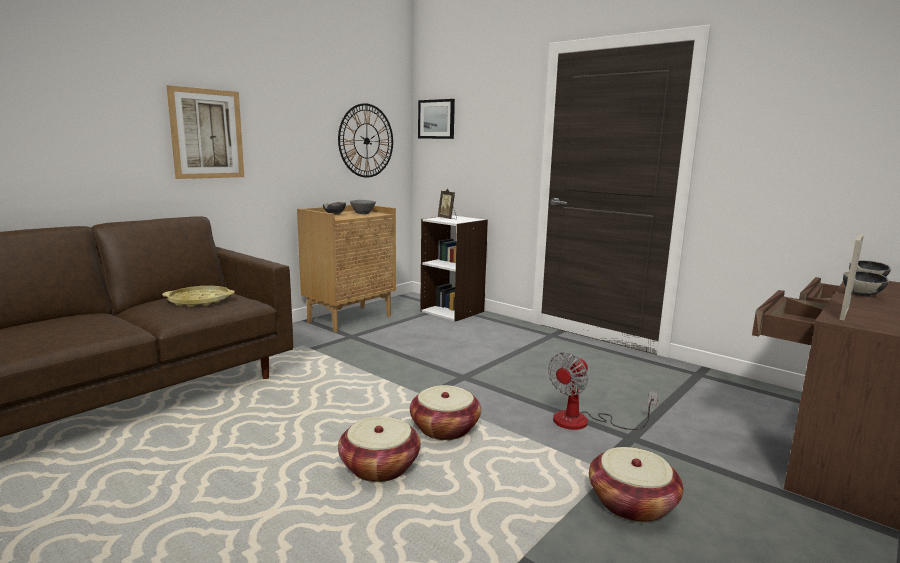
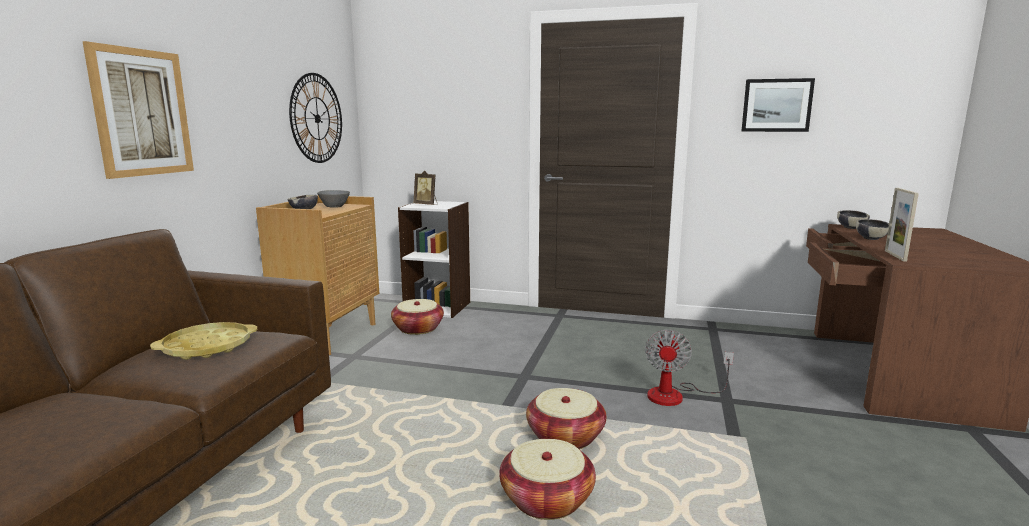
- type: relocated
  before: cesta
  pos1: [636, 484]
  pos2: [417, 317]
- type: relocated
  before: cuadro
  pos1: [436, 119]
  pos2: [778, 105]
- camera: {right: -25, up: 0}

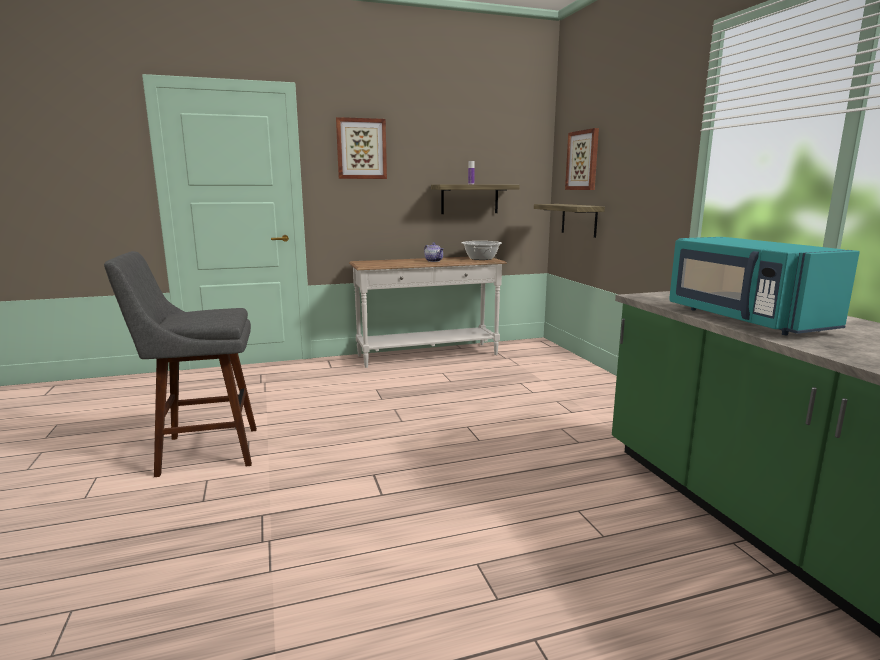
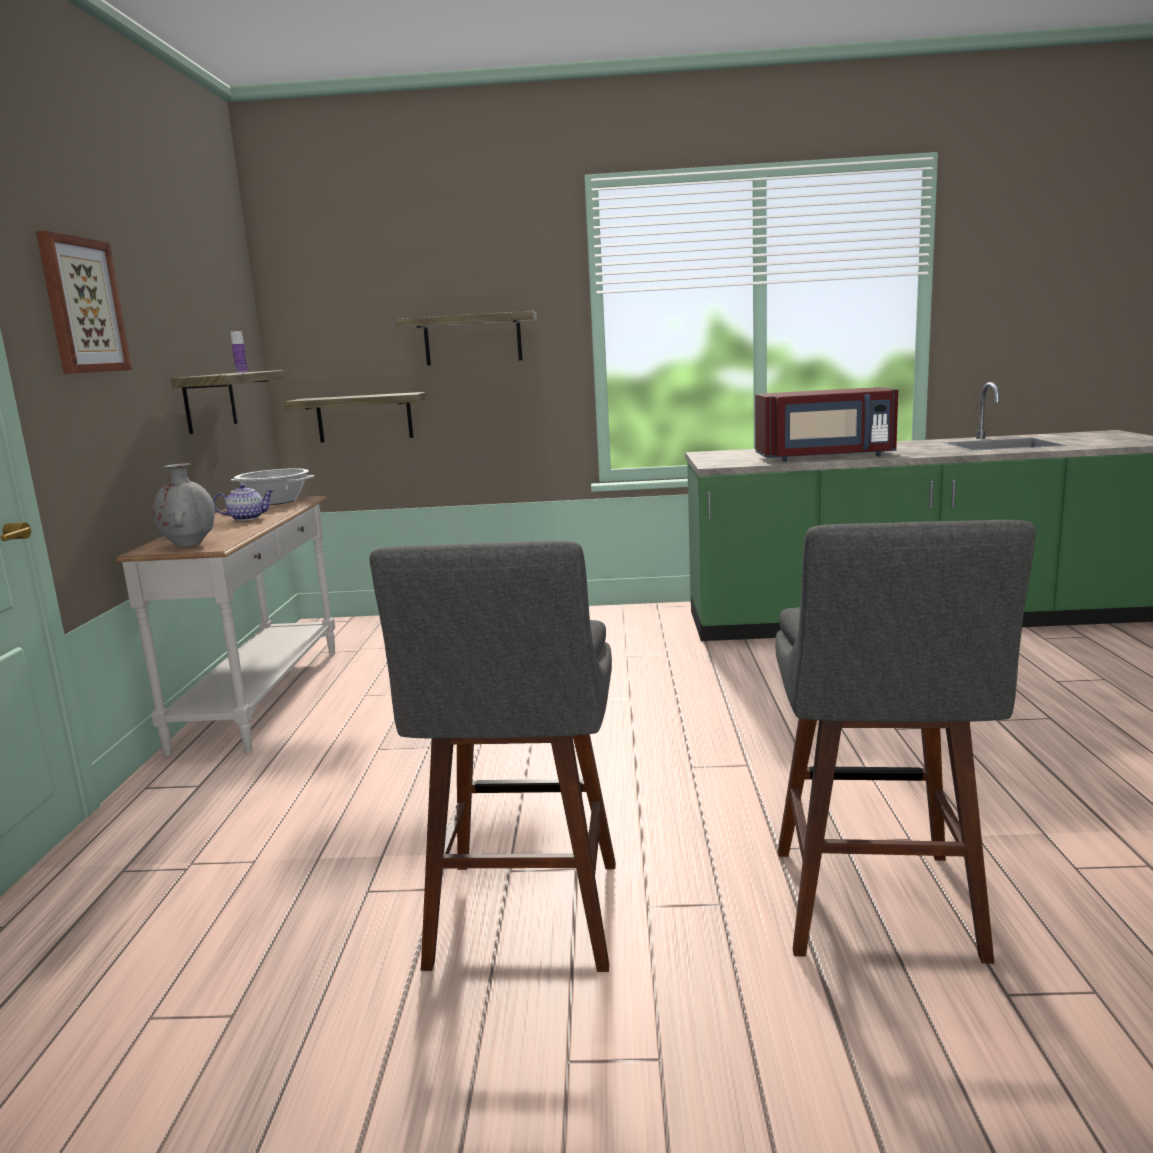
- type: appeared
  after: florero [gris]
  pos2: [183, 505]
- type: appeared
  after: estante
  pos2: [466, 338]
- type: colour
  before: microondas [turquesa]
  after: microondas [rojo]
  pos1: [764, 286]
  pos2: [826, 424]
- type: appeared
  after: taburete [gris]
  pos2: [905, 742]
- type: missing
  before: cuadro
  pos1: [582, 159]
- camera: {right: -70, up: 0}

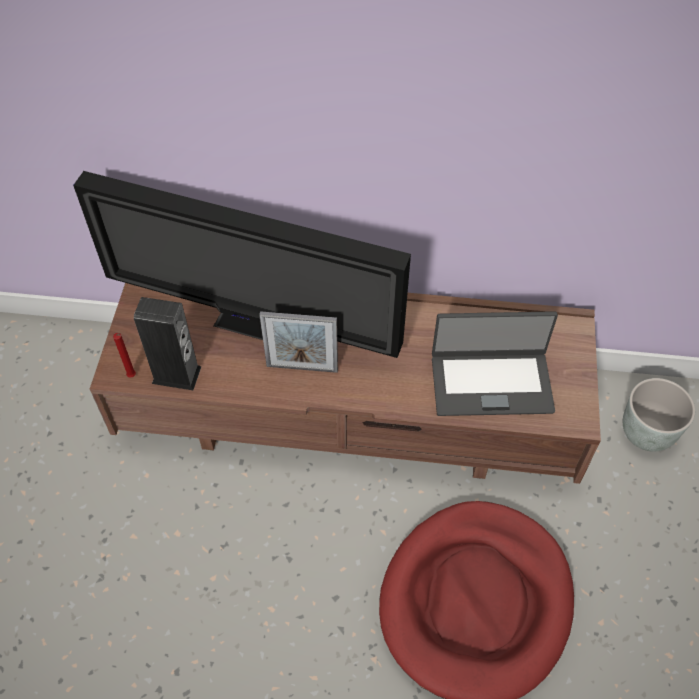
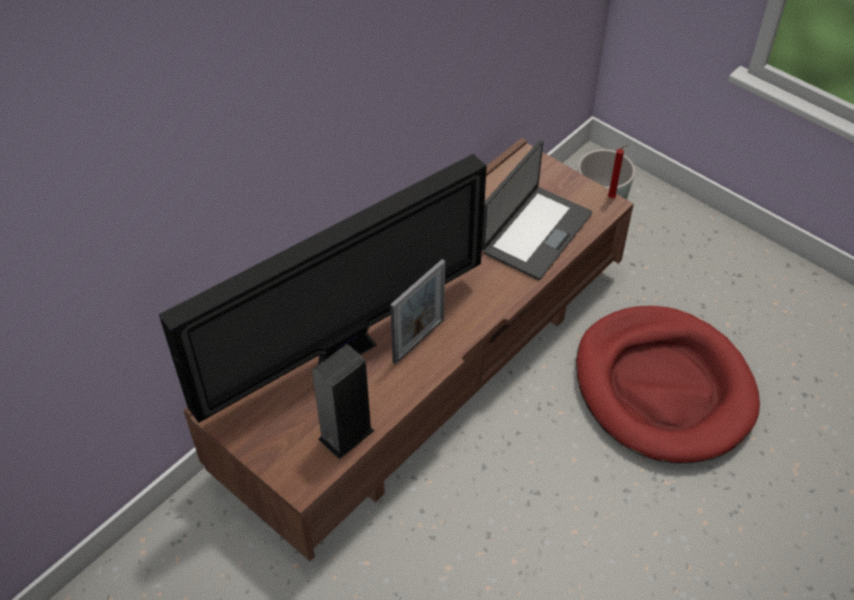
- type: relocated
  before: vela [rojo]
  pos1: [124, 355]
  pos2: [618, 171]
- camera: {right: -55, up: -5}

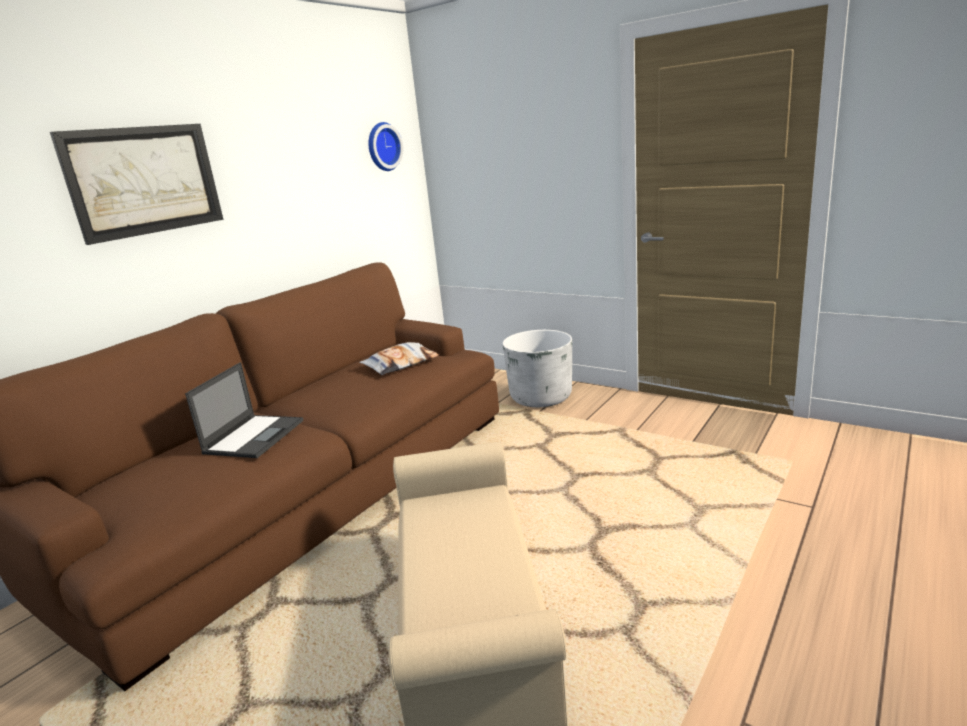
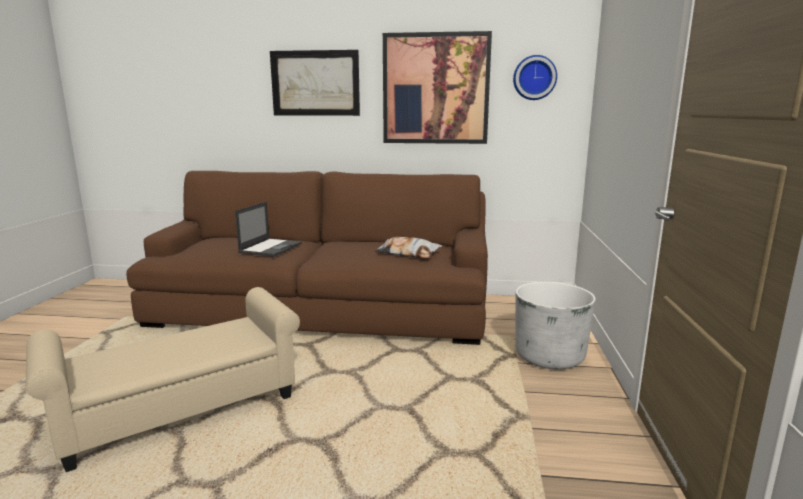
- type: spun
  before: portátil
  pos1: [244, 410]
  pos2: [268, 229]
  turn: -60
- type: appeared
  after: cuadro
  pos2: [437, 87]
- camera: {right: 60, up: -5}

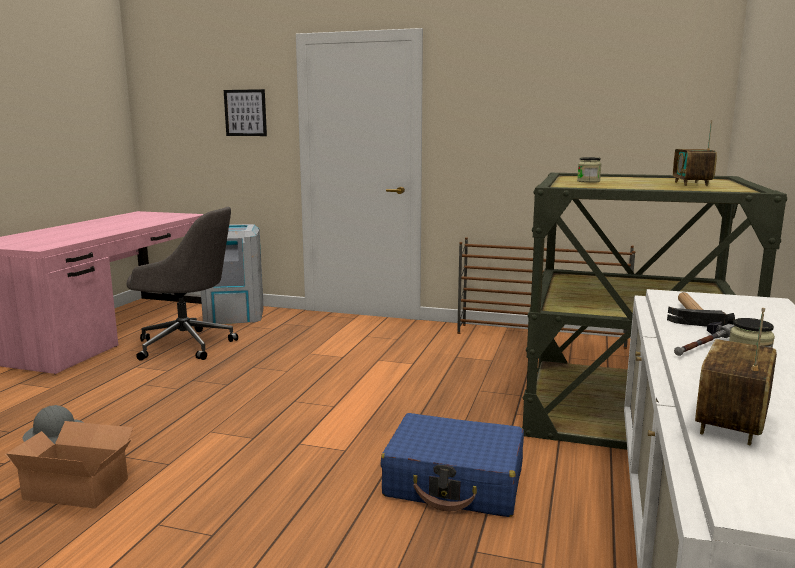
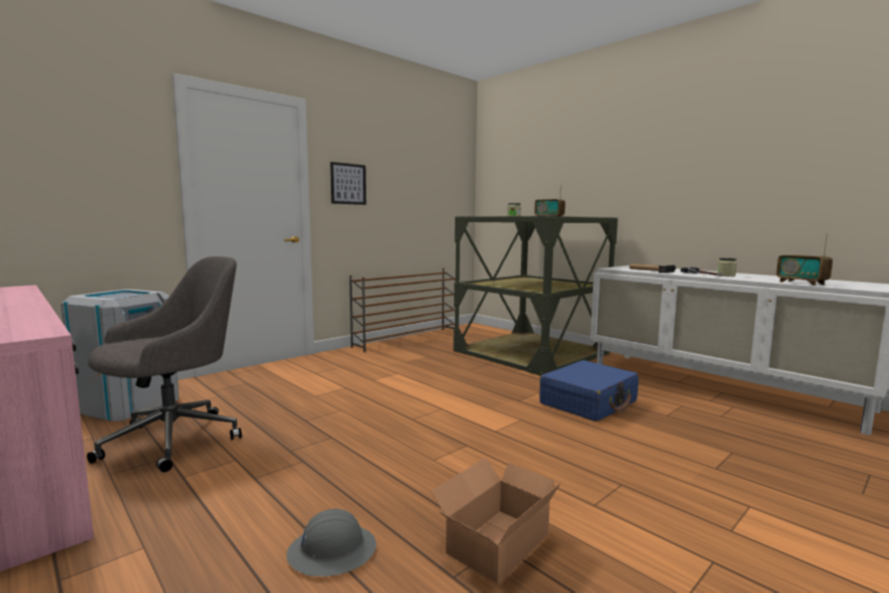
- type: relocated
  before: cuadro
  pos1: [245, 112]
  pos2: [348, 183]
- camera: {right: -60, up: -5}

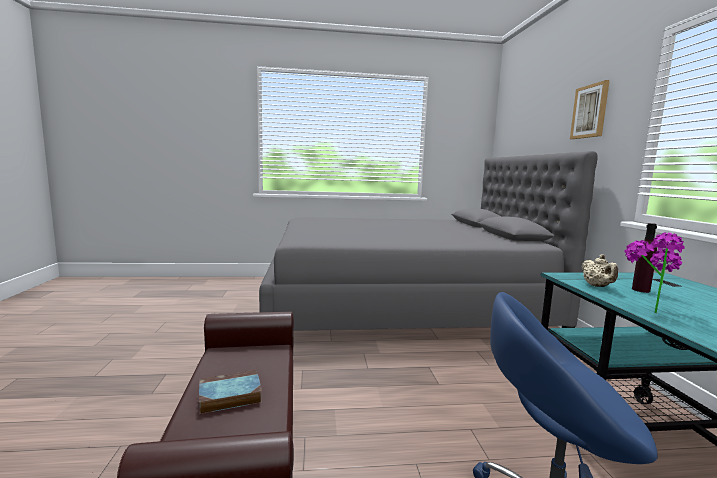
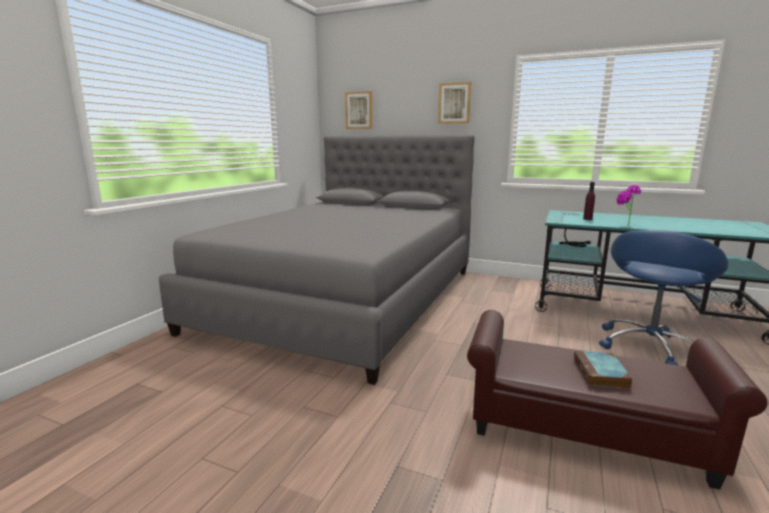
- type: appeared
  after: cuadro
  pos2: [358, 110]
- type: missing
  before: tetera [beis]
  pos1: [600, 270]
- camera: {right: -60, up: 5}

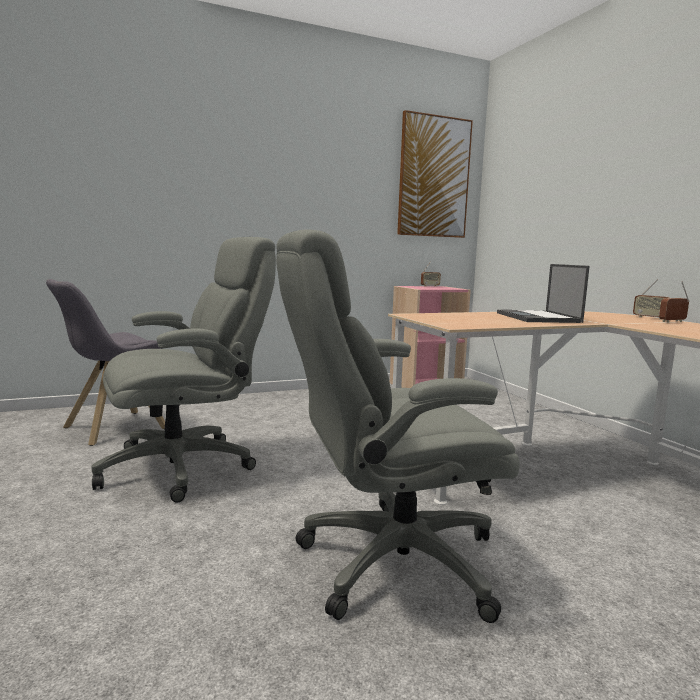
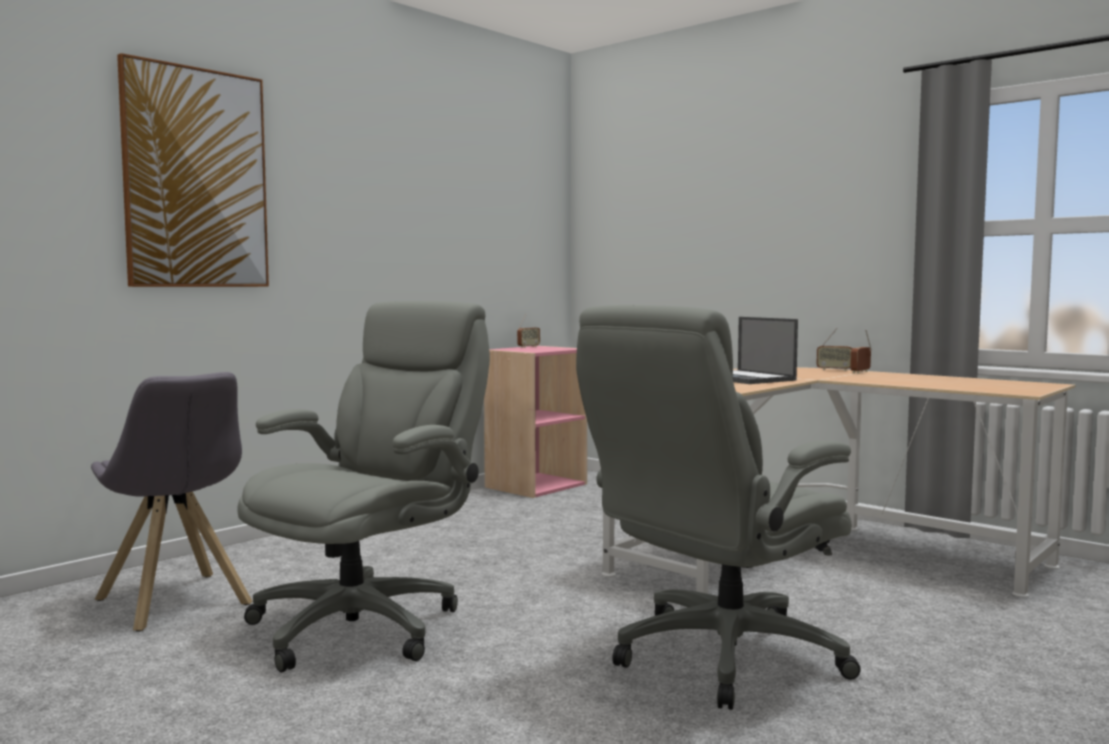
- type: spun
  before: silla [gris]
  pos1: [105, 362]
  pos2: [171, 502]
  turn: -60
- type: relocated
  before: cuadro
  pos1: [435, 174]
  pos2: [193, 170]
- camera: {right: -25, up: -5}

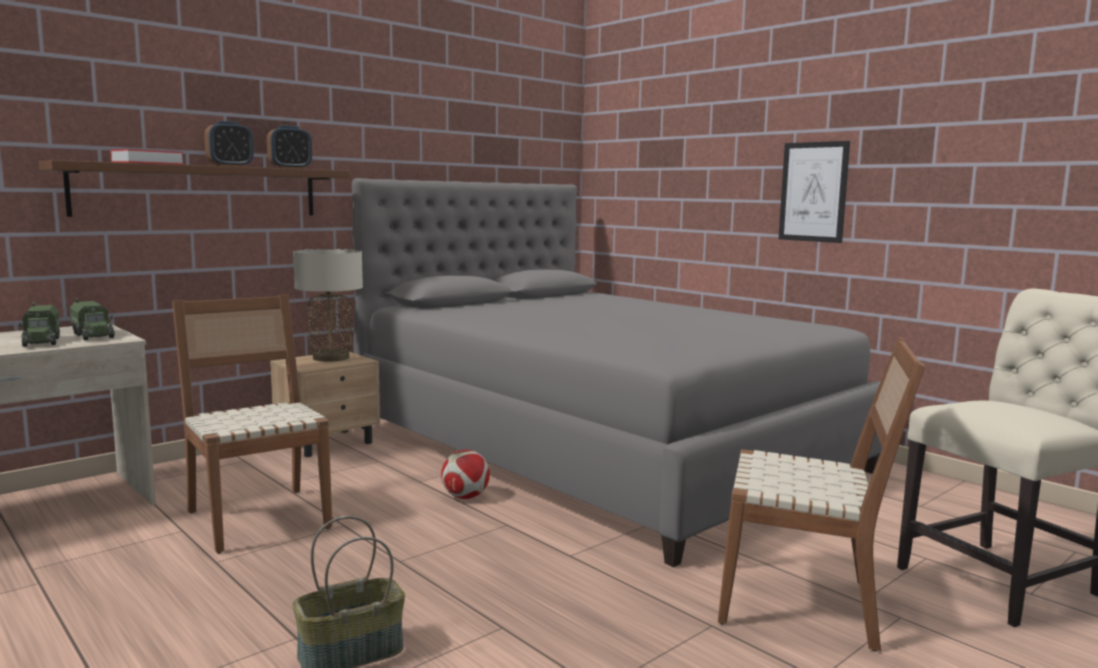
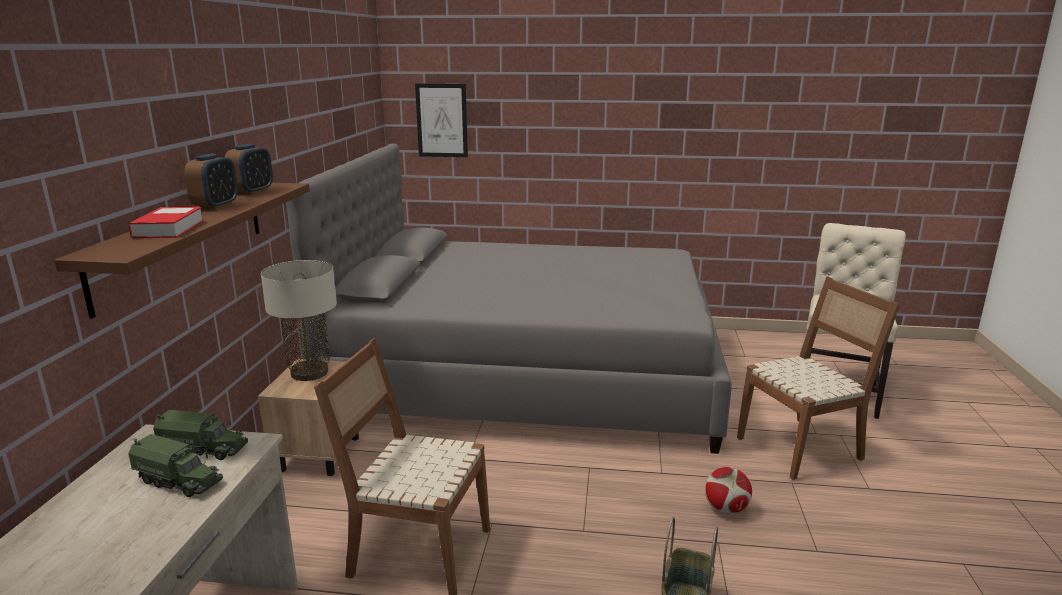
- type: relocated
  before: cuadro
  pos1: [814, 192]
  pos2: [441, 120]
- type: relocated
  before: balón de fútbol
  pos1: [465, 474]
  pos2: [728, 490]
- camera: {right: -40, up: 10}

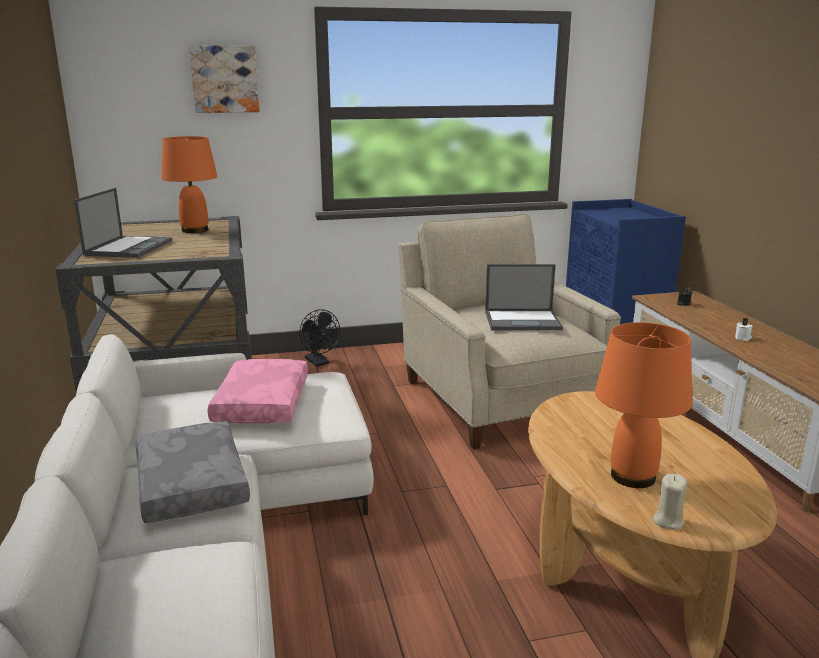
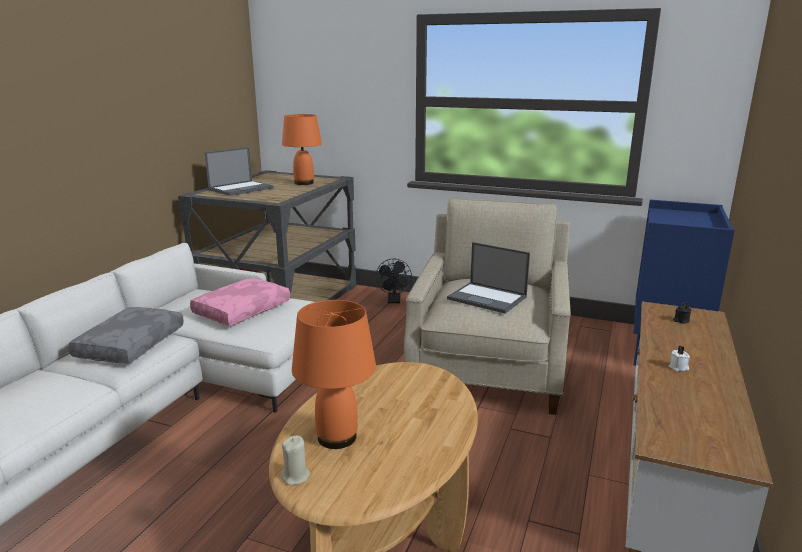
- type: missing
  before: cuadro
  pos1: [224, 79]
- camera: {right: 35, up: 0}

